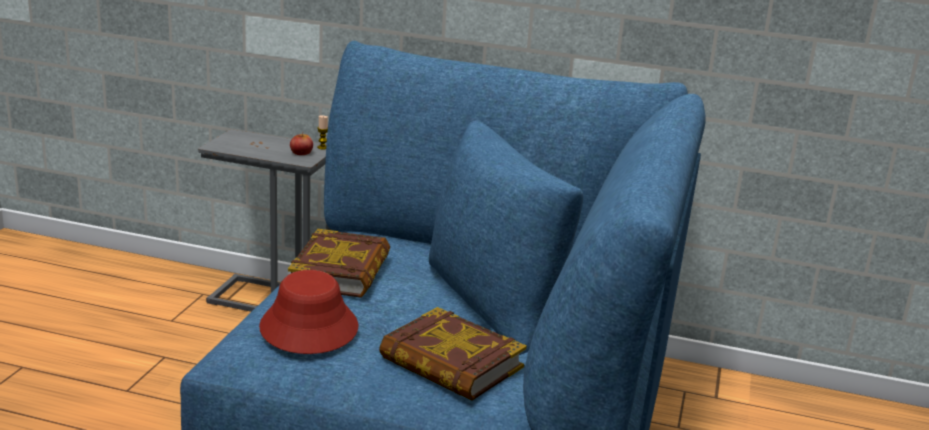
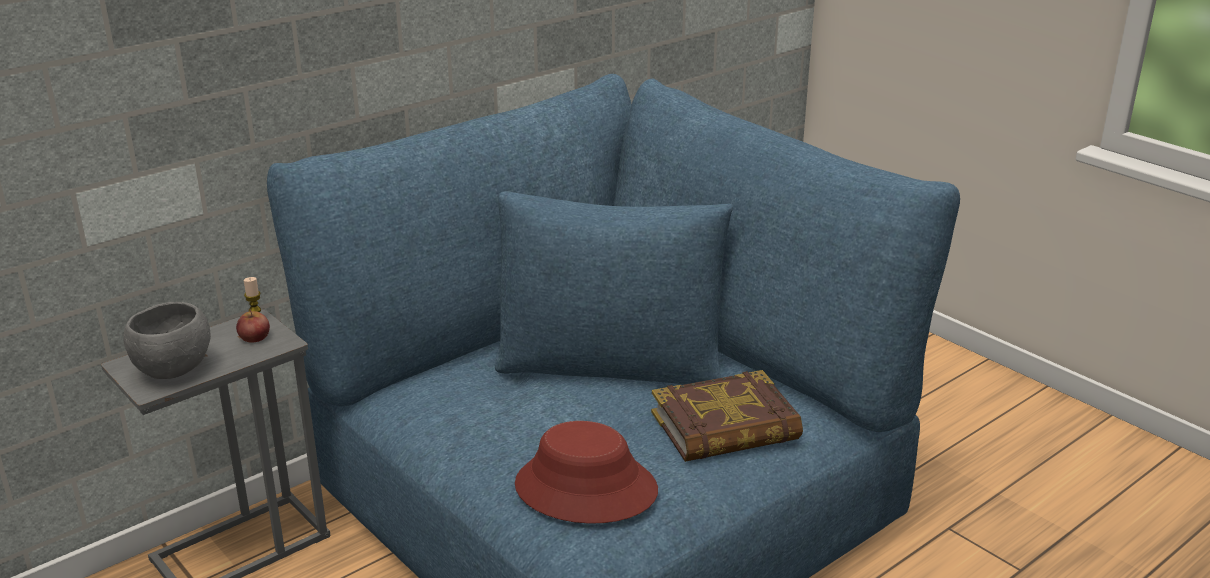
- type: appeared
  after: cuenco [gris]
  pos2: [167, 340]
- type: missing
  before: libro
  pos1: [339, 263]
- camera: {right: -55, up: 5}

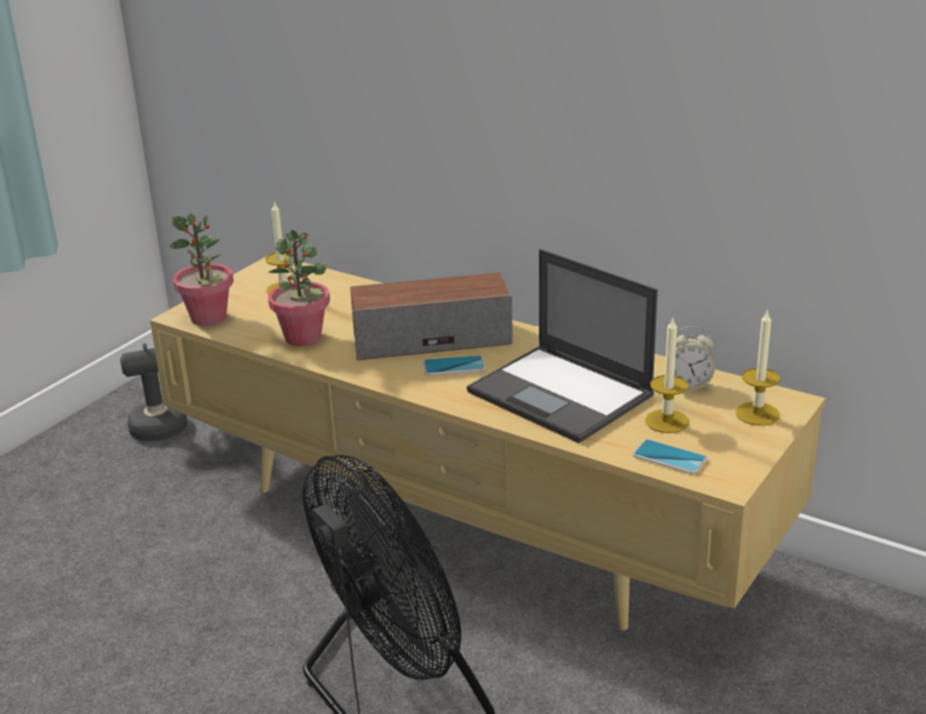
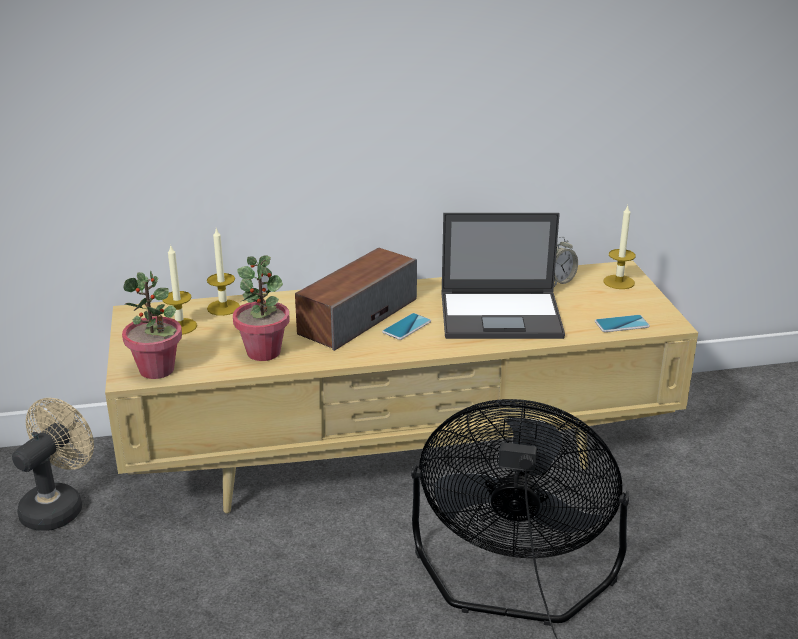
- type: relocated
  before: vela
  pos1: [667, 374]
  pos2: [223, 272]
- camera: {right: -45, up: 0}

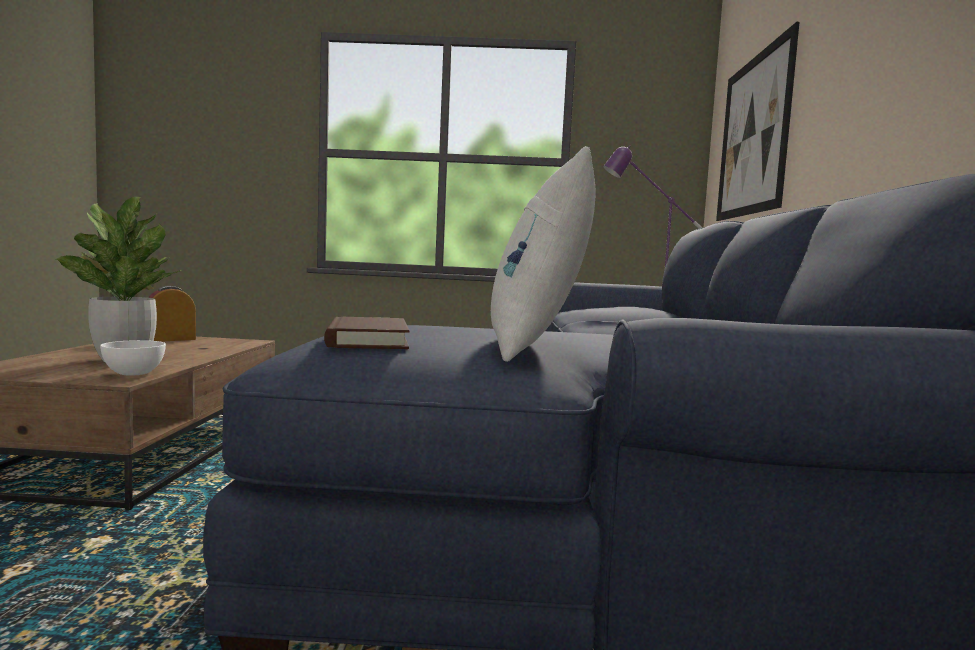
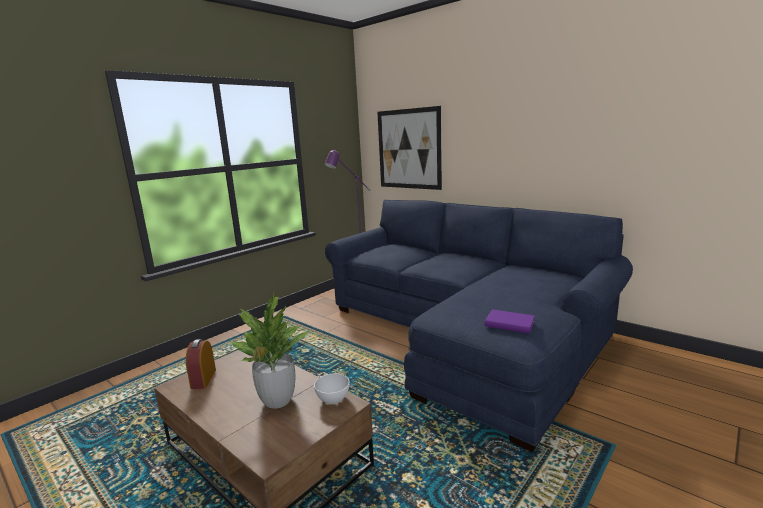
- type: colour
  before: libro [marrón]
  after: libro [morado]
  pos1: [367, 333]
  pos2: [510, 321]
- type: missing
  before: cojín [gris]
  pos1: [543, 254]
- camera: {right: -50, up: 10}

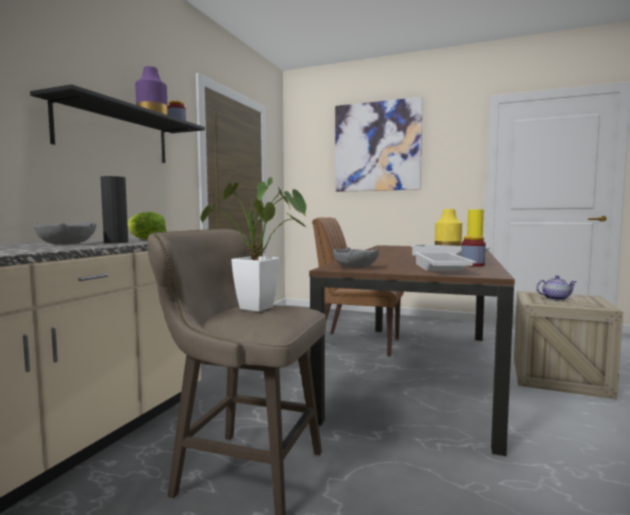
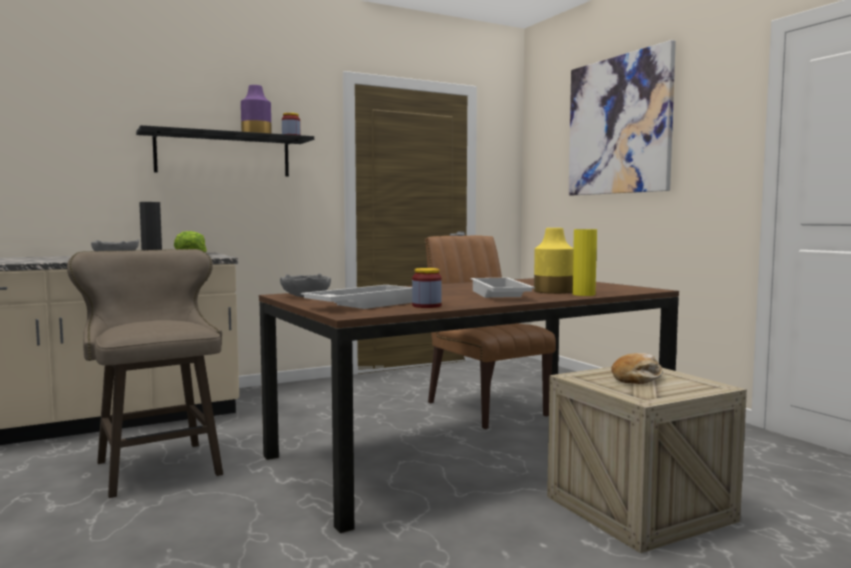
- type: exchanged
  before: tetera
  after: pan
  pos1: [556, 287]
  pos2: [637, 368]
- type: missing
  before: planta en maceta
  pos1: [254, 244]
- camera: {right: 40, up: 0}

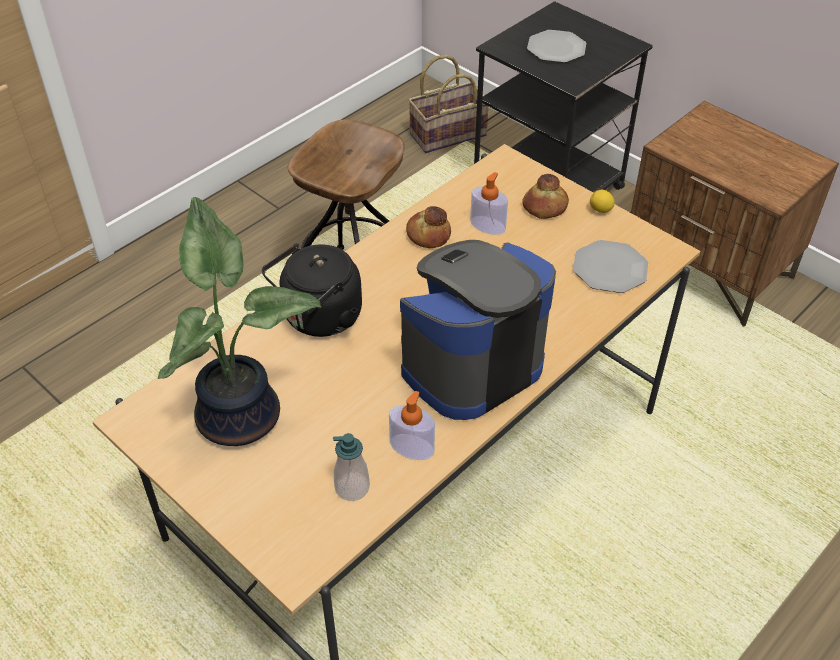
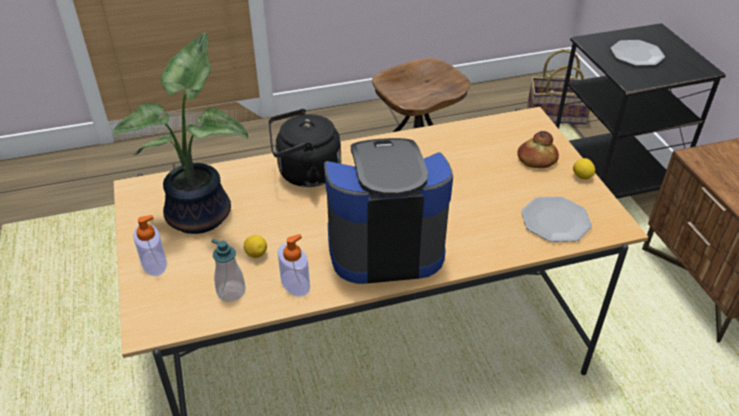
- type: relocated
  before: dispensador de jabón
  pos1: [489, 203]
  pos2: [150, 245]
- type: appeared
  after: limón
  pos2: [255, 246]
- type: missing
  before: pan
  pos1: [428, 227]
- camera: {right: 30, up: -5}

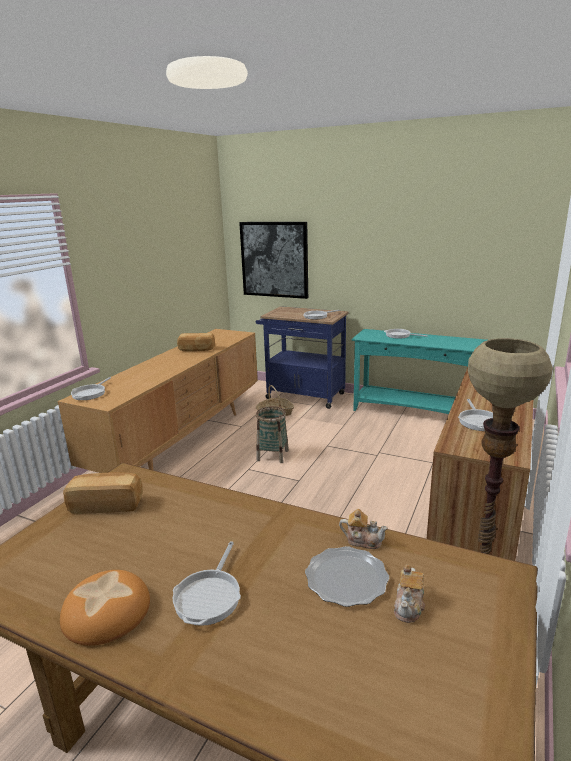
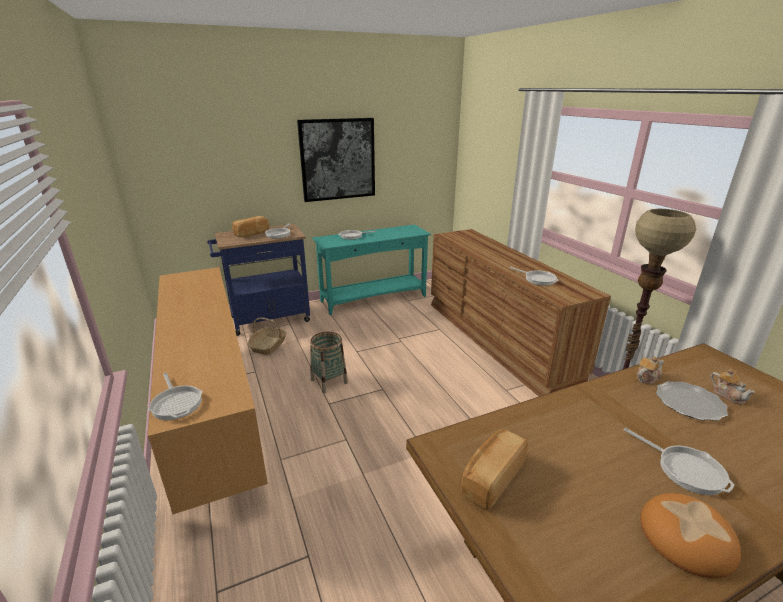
- type: relocated
  before: pan
  pos1: [196, 342]
  pos2: [250, 226]
- type: relocated
  before: cuadro
  pos1: [273, 260]
  pos2: [336, 160]
- camera: {right: -50, up: 5}

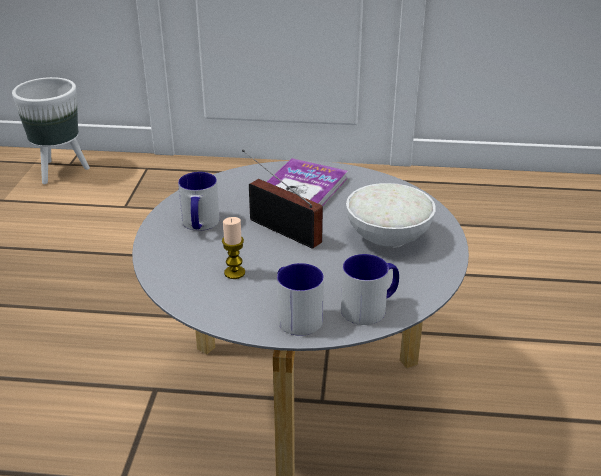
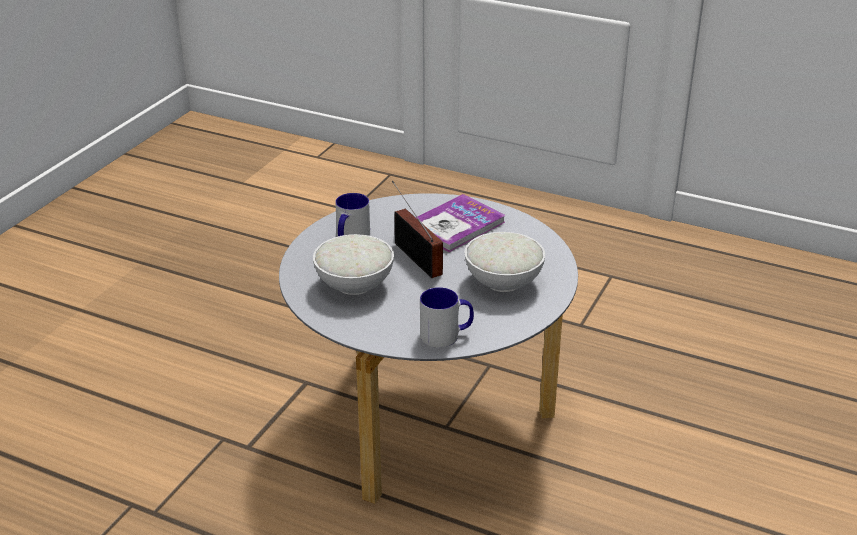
- type: exchanged
  before: vela
  after: cuenco [blanco]
  pos1: [233, 248]
  pos2: [353, 264]
- type: missing
  before: maceta [blanco]
  pos1: [51, 130]
- type: missing
  before: taza grande
  pos1: [300, 299]
- camera: {right: 20, up: 0}

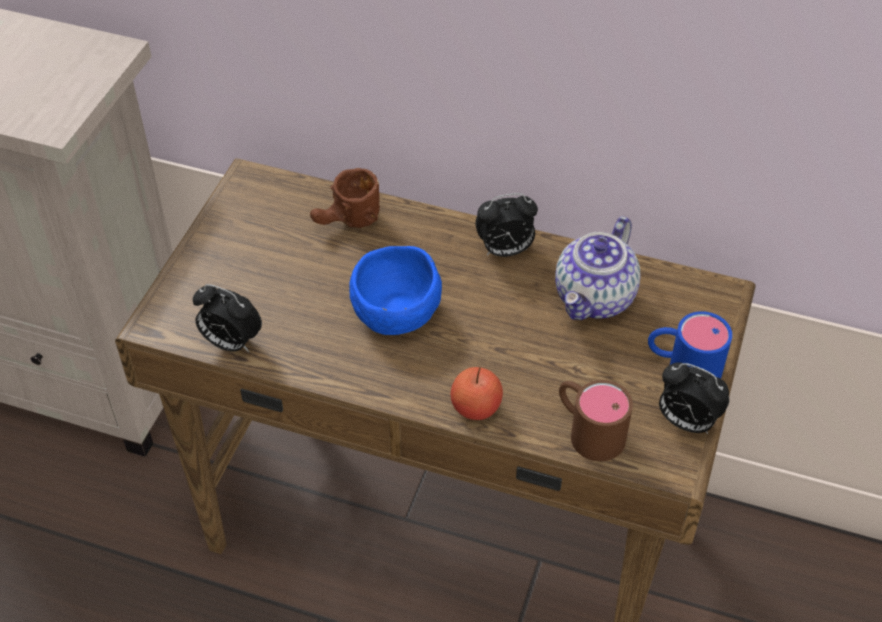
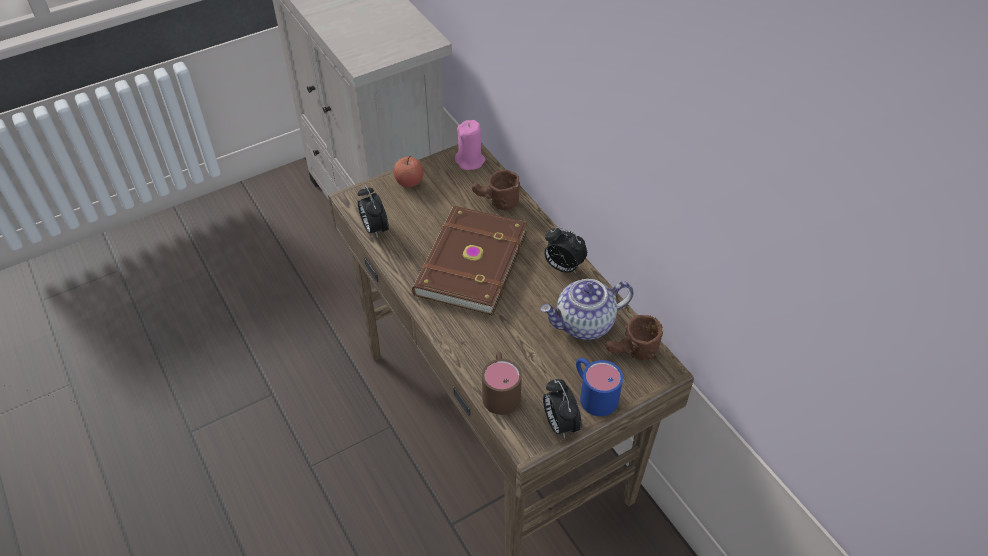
- type: relocated
  before: manzana
  pos1: [477, 393]
  pos2: [408, 171]
- type: exchanged
  before: cuenco [azul]
  after: libro [marrón]
  pos1: [395, 290]
  pos2: [469, 261]
- type: appeared
  after: vela [rosa]
  pos2: [470, 145]
- type: appeared
  after: taza grande [marrón]
  pos2: [634, 337]
- camera: {right: 40, up: 0}

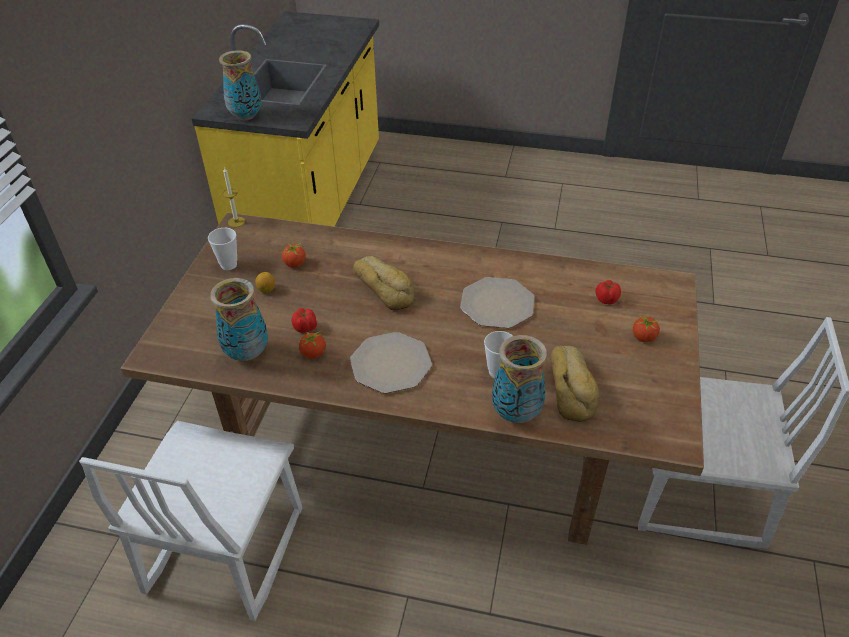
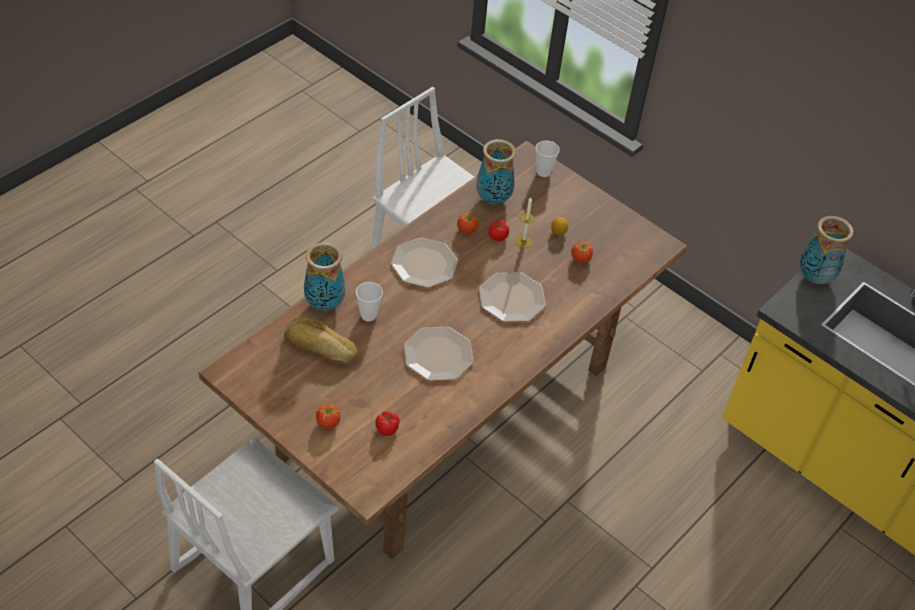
- type: exchanged
  before: pan
  after: plato
  pos1: [384, 283]
  pos2: [512, 297]
- type: relocated
  before: vela
  pos1: [234, 197]
  pos2: [525, 222]
- type: relocated
  before: taza
  pos1: [222, 249]
  pos2: [548, 159]
- camera: {right: 115, up: 5}

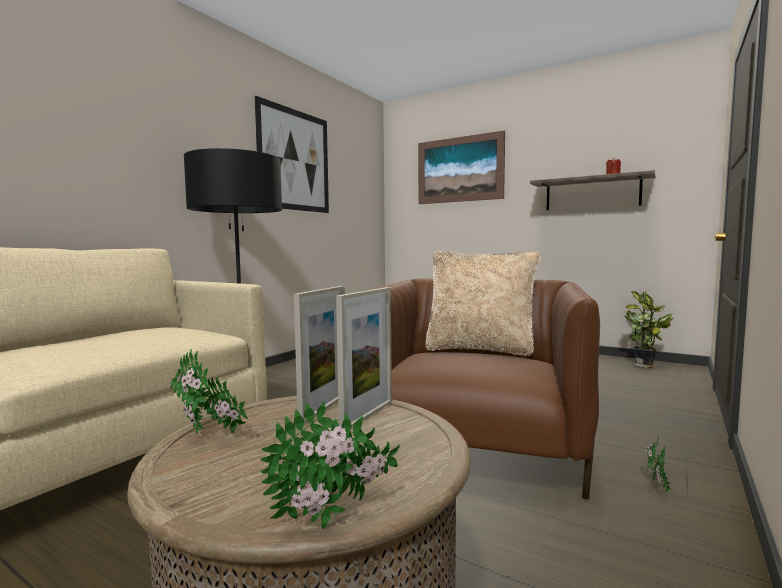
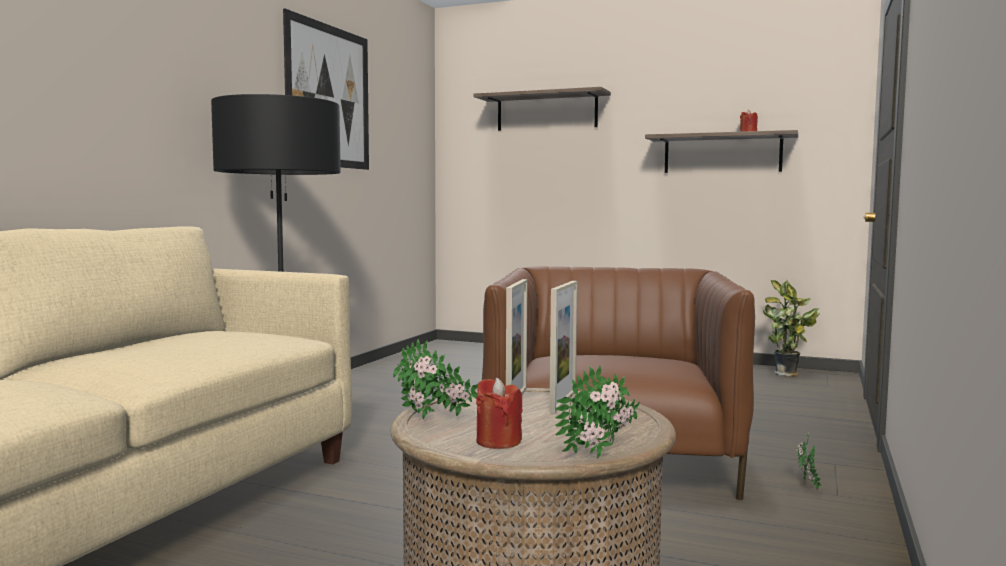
- type: exchanged
  before: cuadro
  after: estante
  pos1: [461, 167]
  pos2: [542, 109]
- type: appeared
  after: vela [rojo]
  pos2: [499, 413]
- type: missing
  before: cojín [beis]
  pos1: [483, 303]
- camera: {right: -10, up: 0}

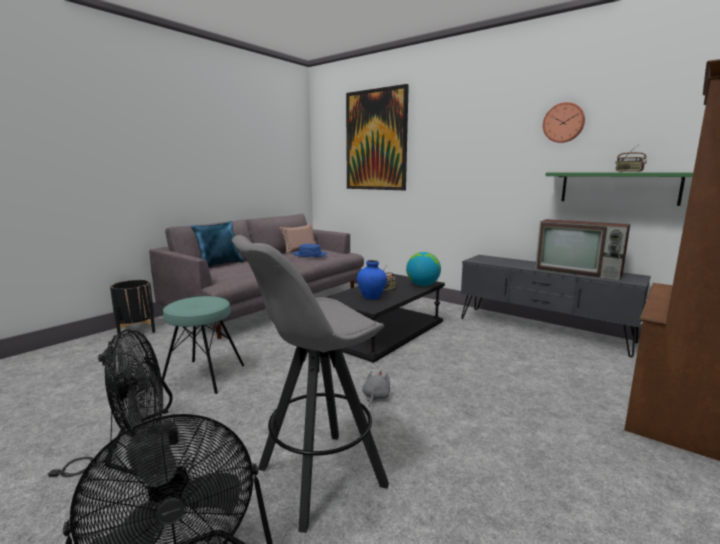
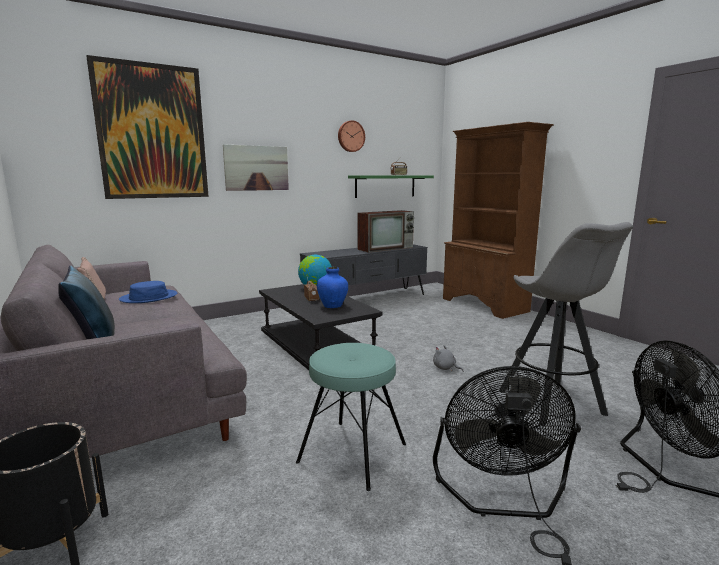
- type: appeared
  after: cuadro
  pos2: [256, 167]
- camera: {right: -70, up: 0}

